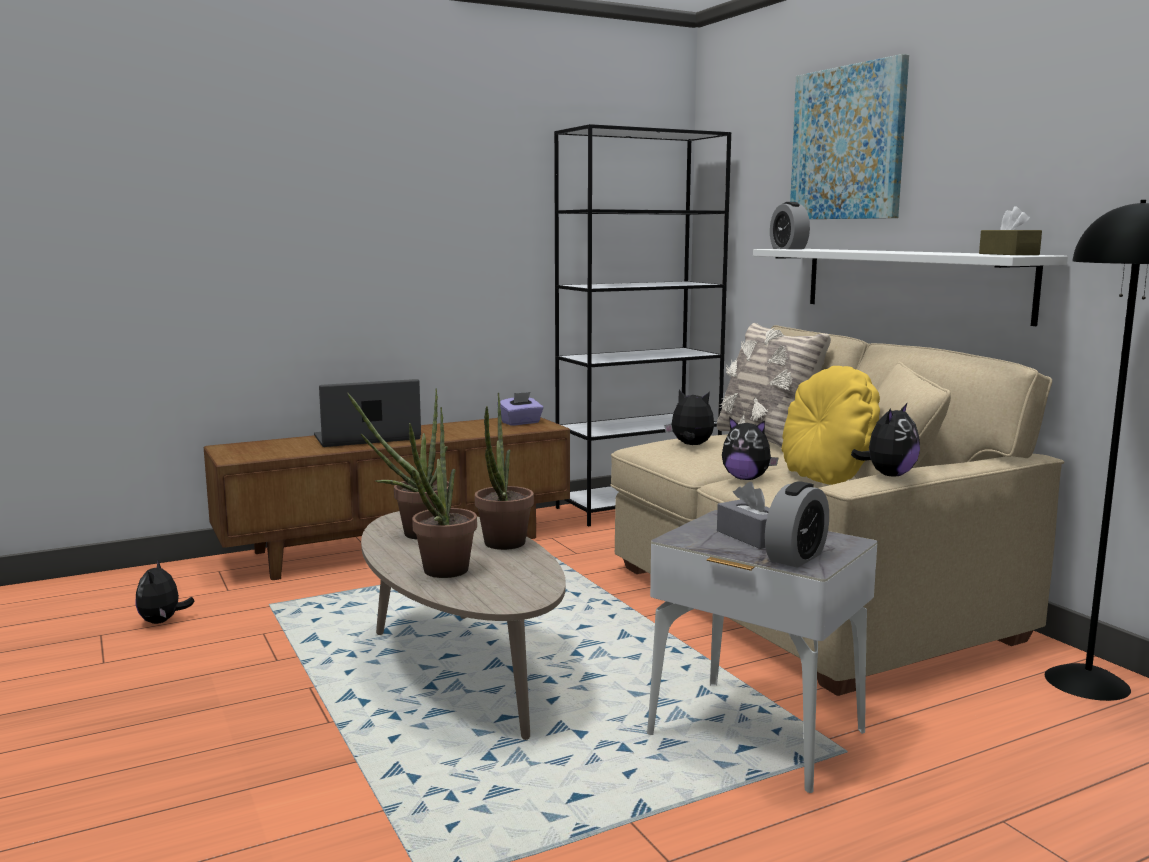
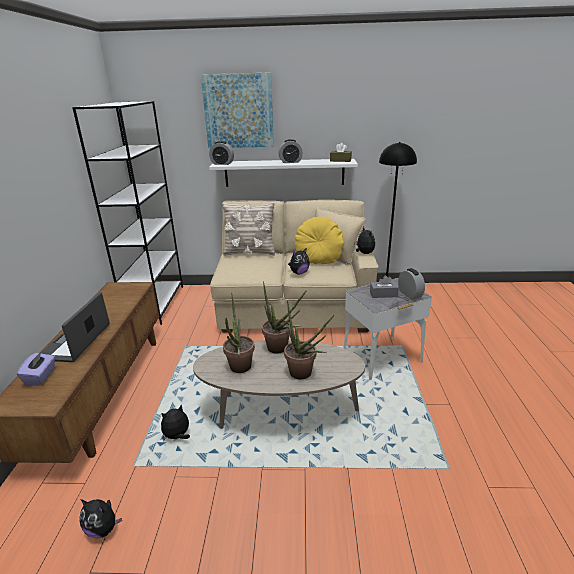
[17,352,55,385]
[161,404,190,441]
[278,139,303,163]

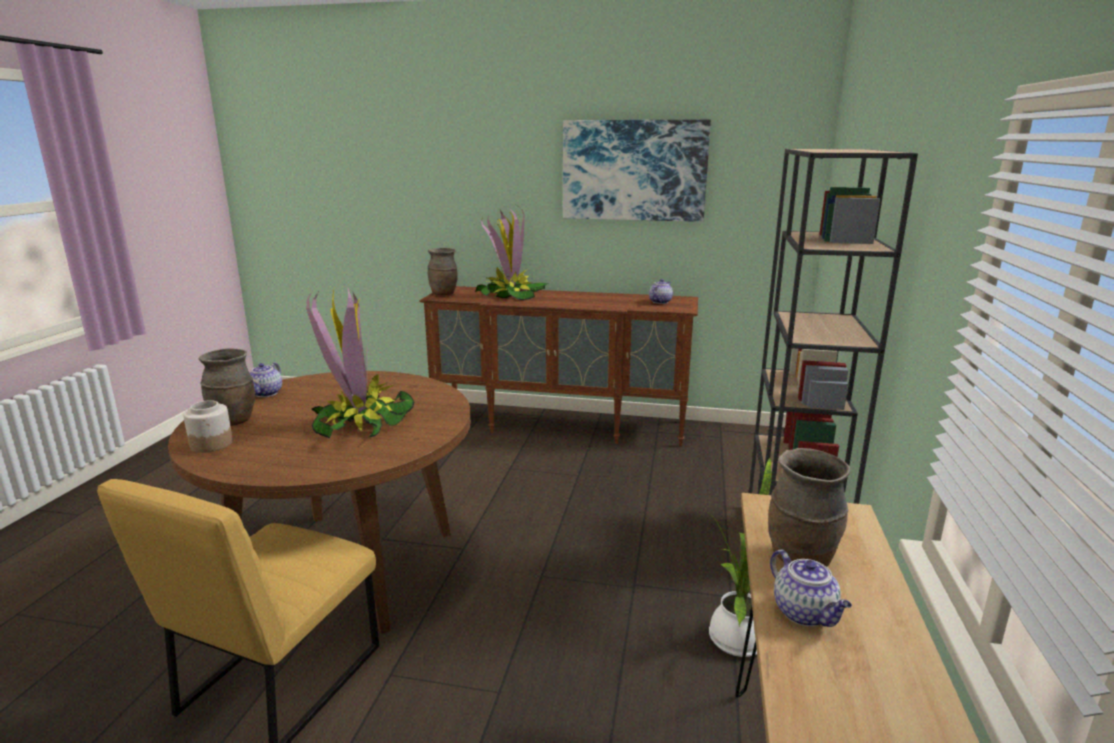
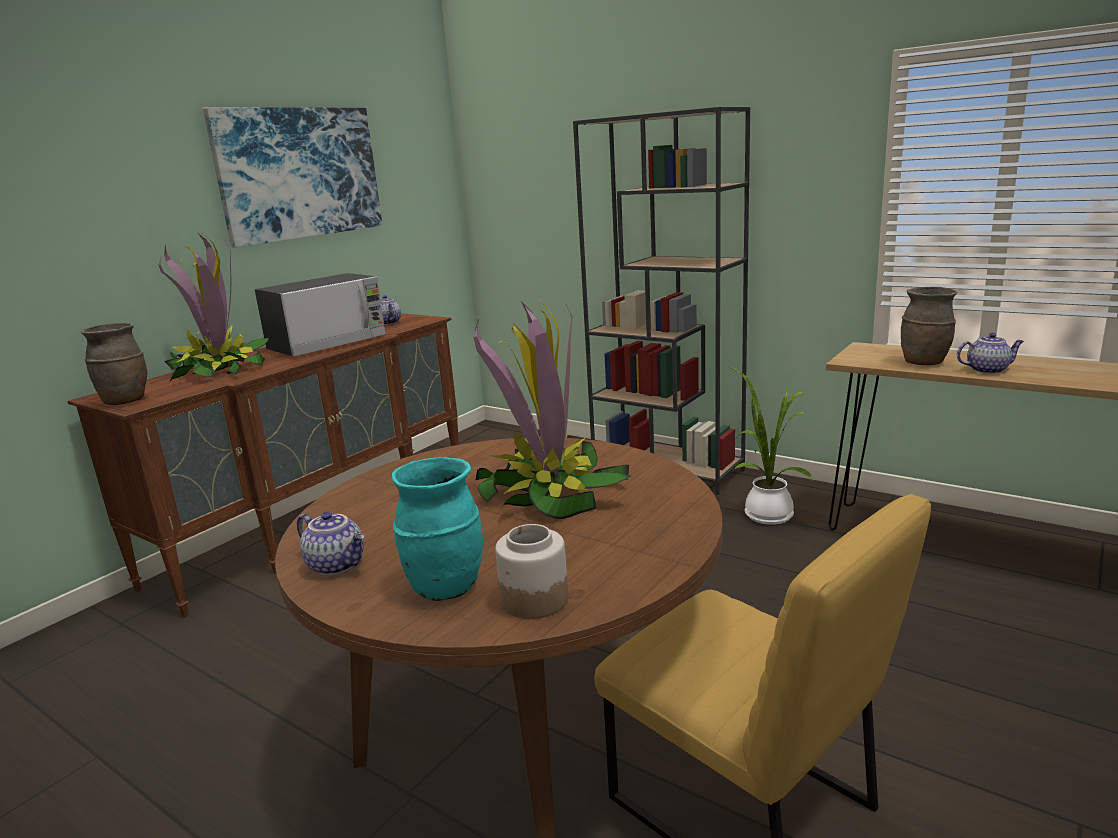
[392,457,483,601]
[255,273,386,357]

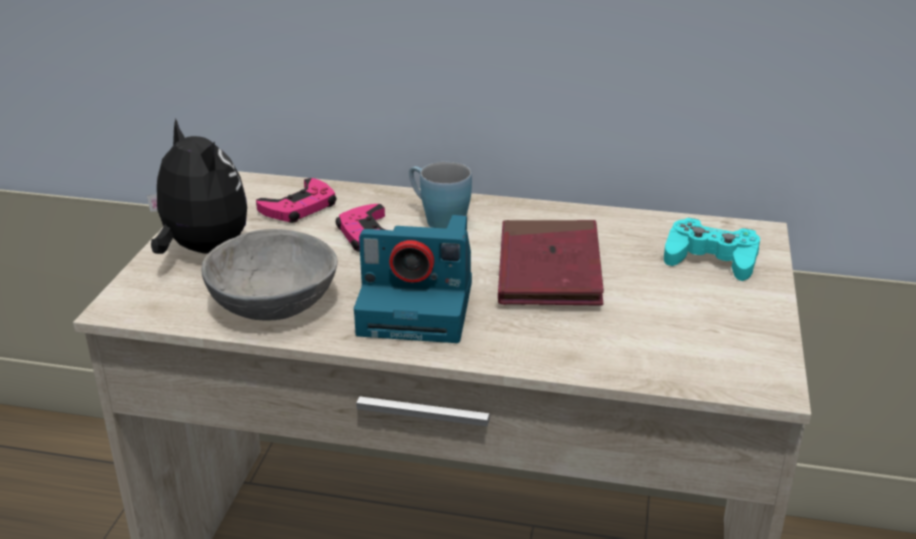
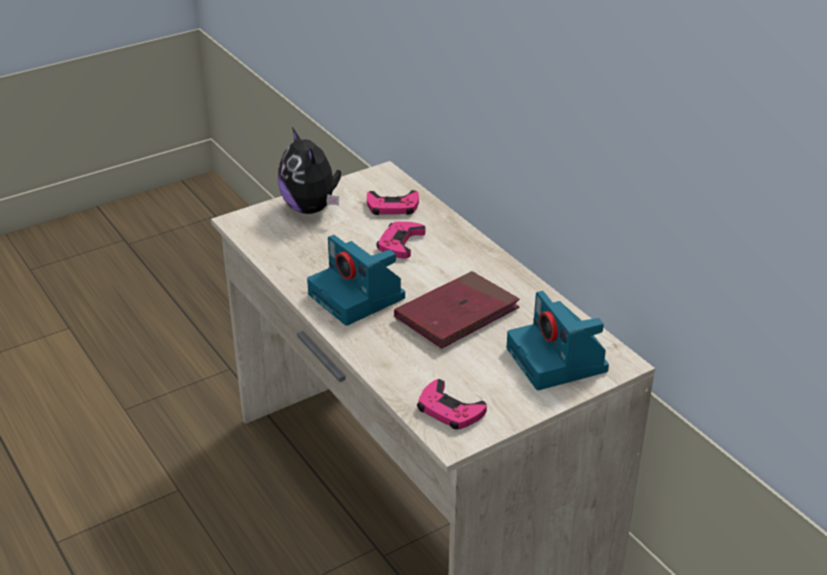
[278,127,341,214]
[201,229,337,321] (first image)
[409,162,472,229] (first image)
[507,291,609,390]
[417,379,487,429]

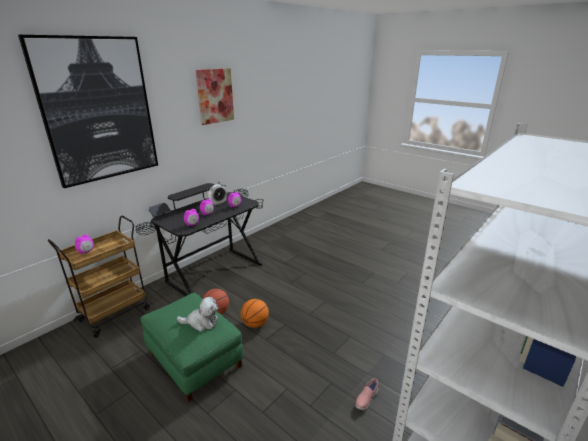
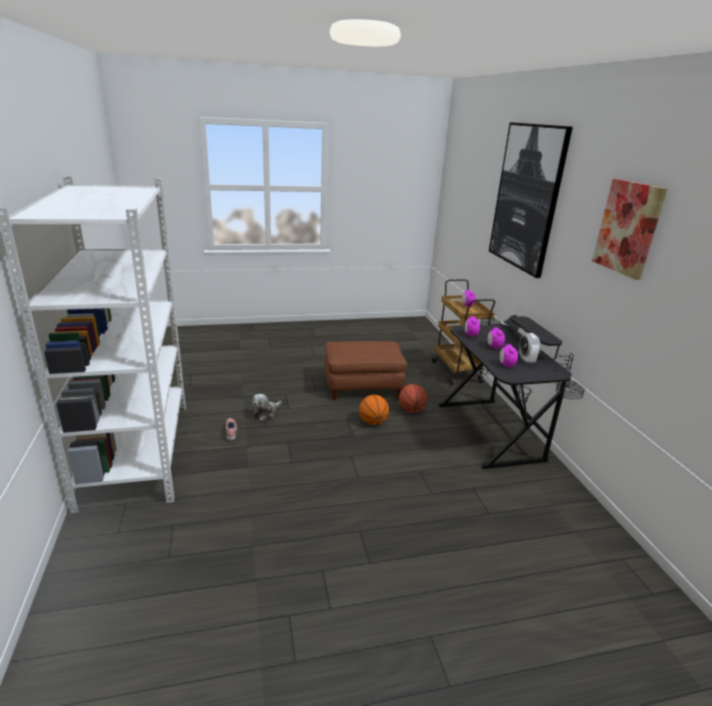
[325,341,407,400]
[252,394,282,421]

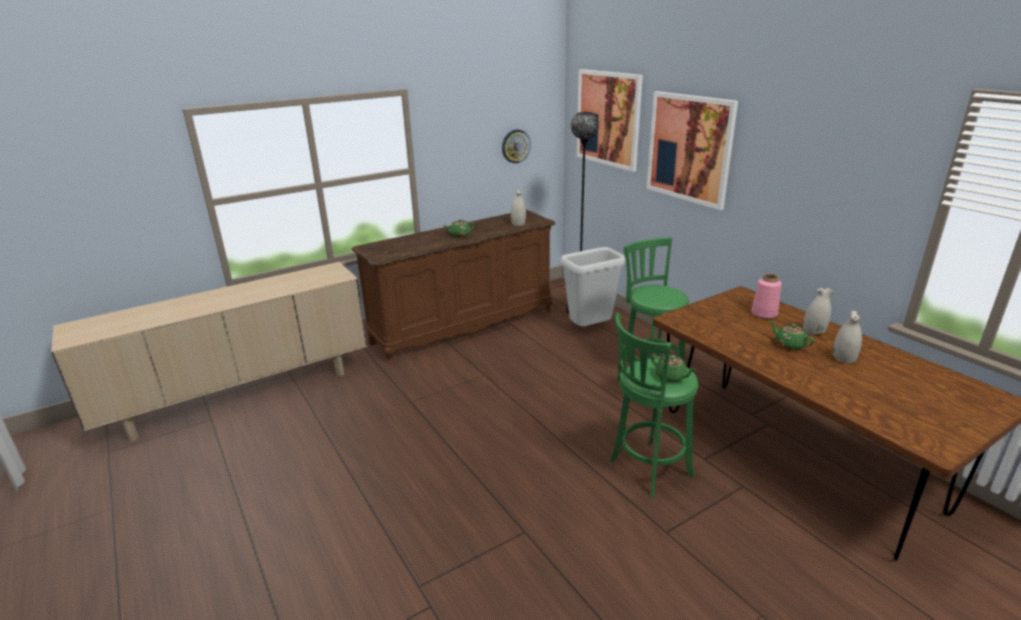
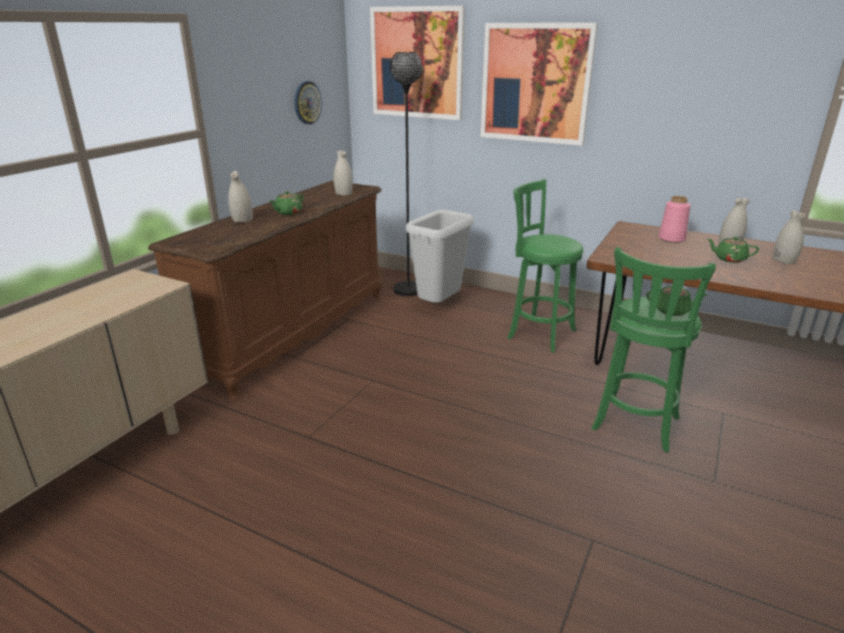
[228,171,253,222]

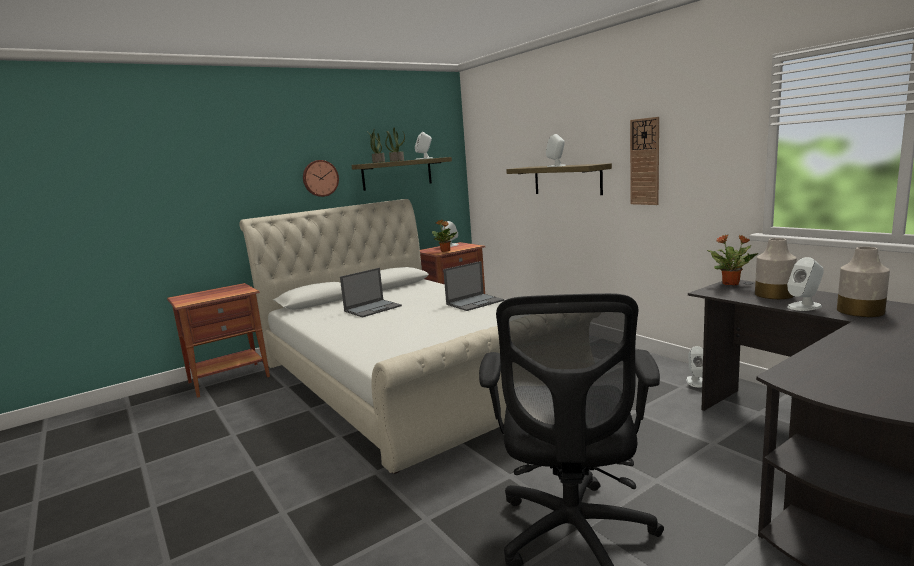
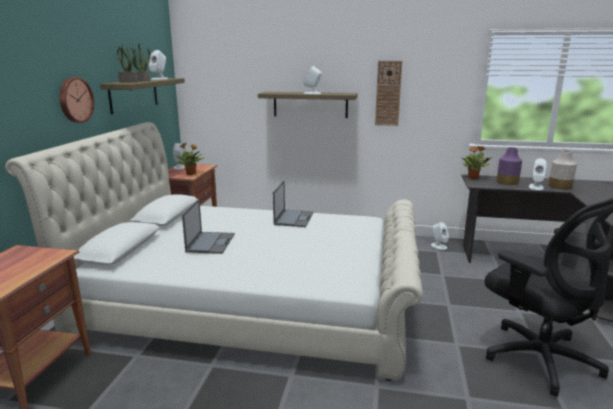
[496,147,522,185]

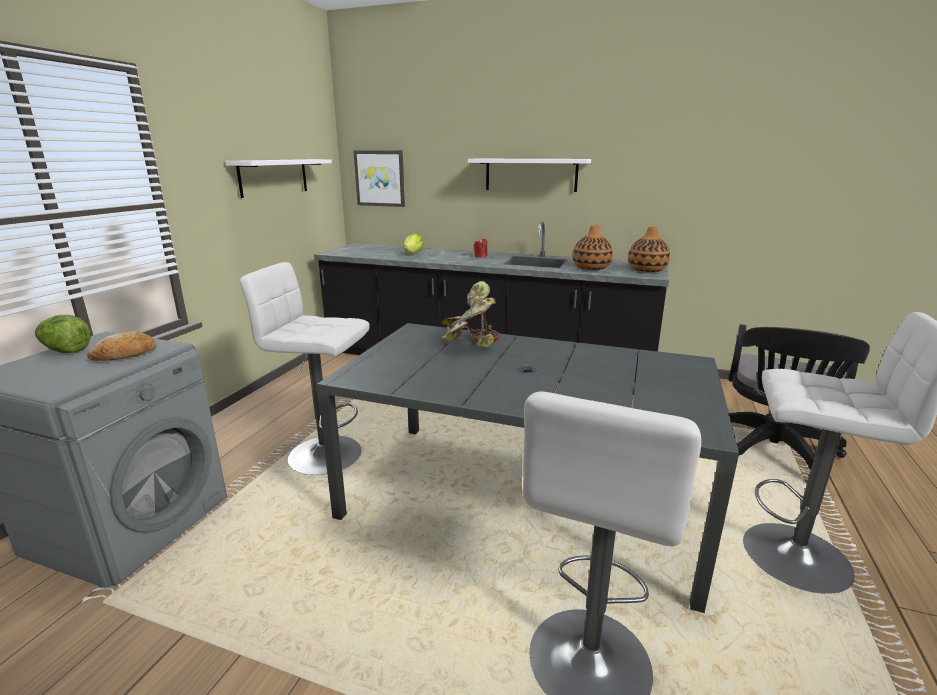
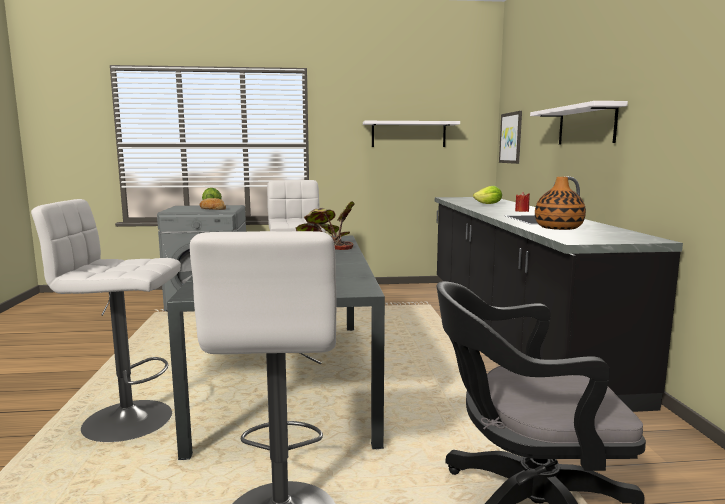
[628,227,670,272] (first image)

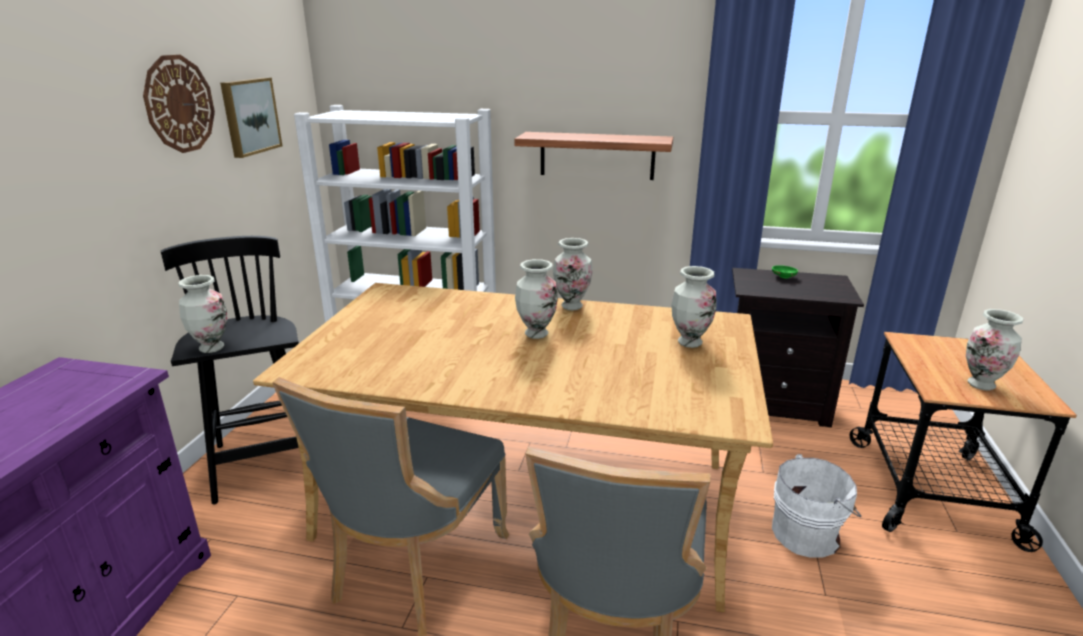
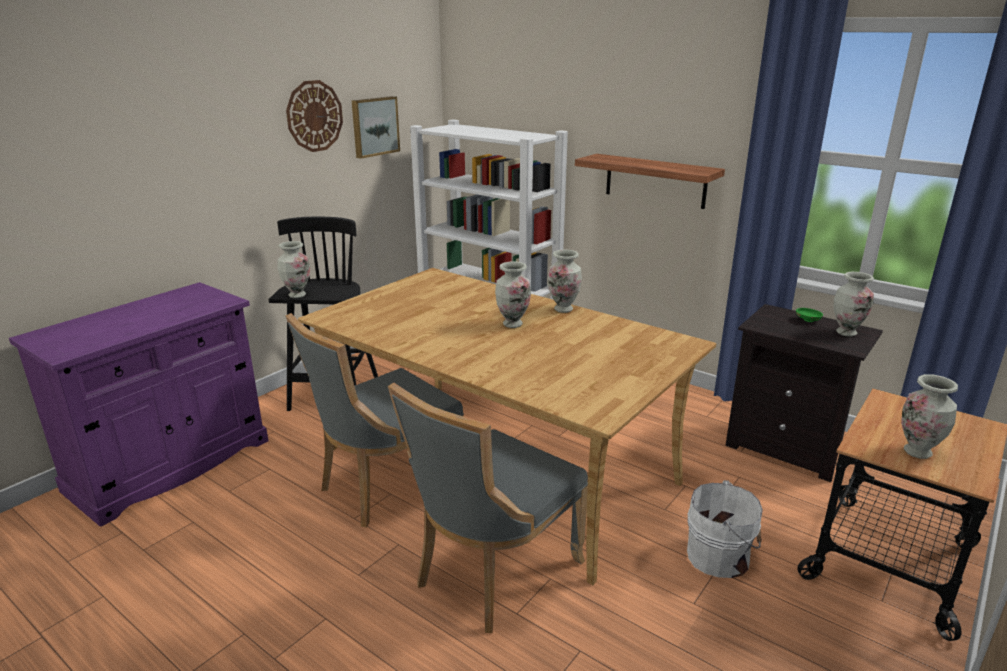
[833,272,874,337]

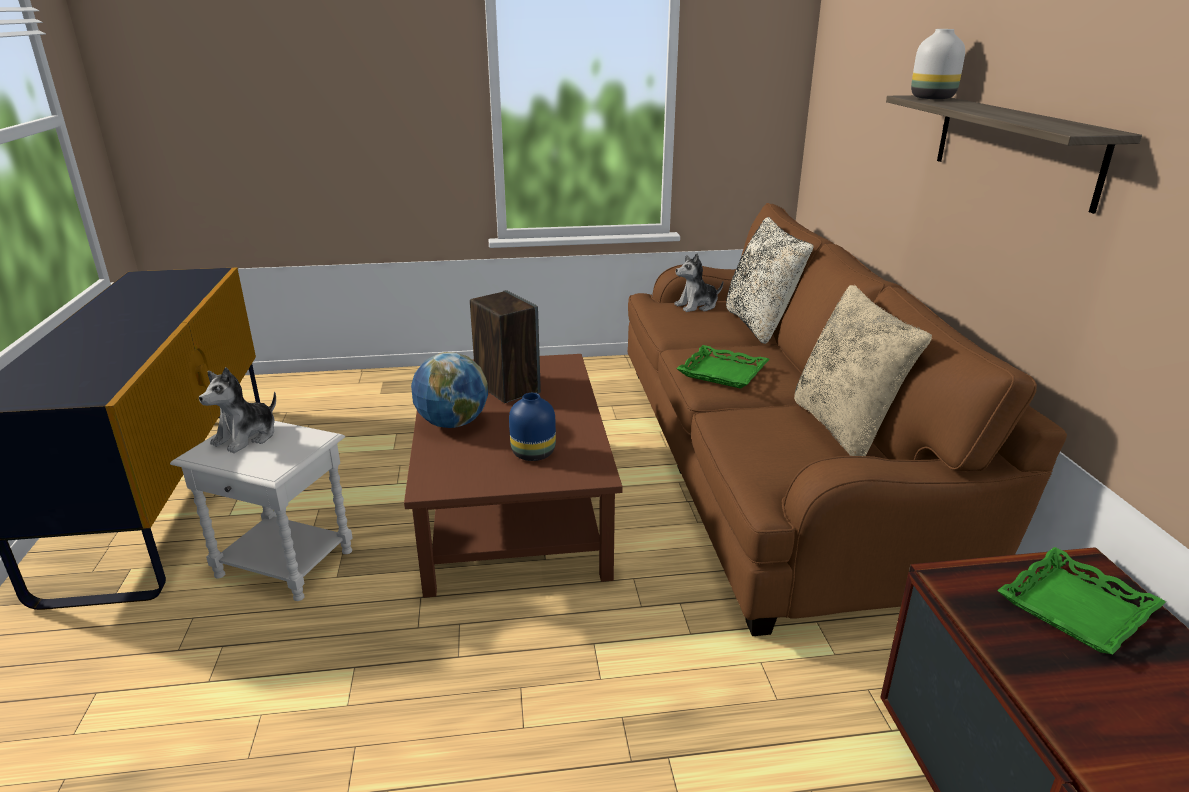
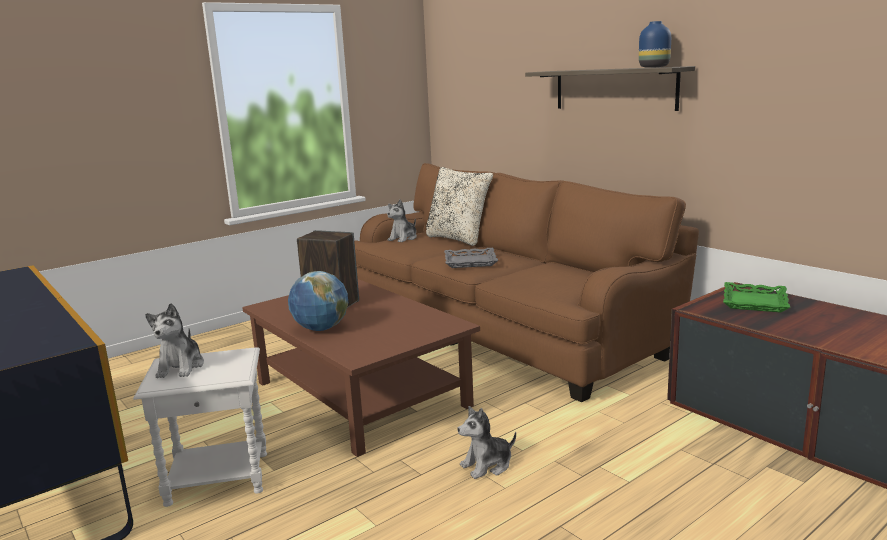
[639,21,671,68]
[444,248,498,268]
[794,284,933,456] (first image)
[911,29,965,99] (first image)
[457,406,516,479]

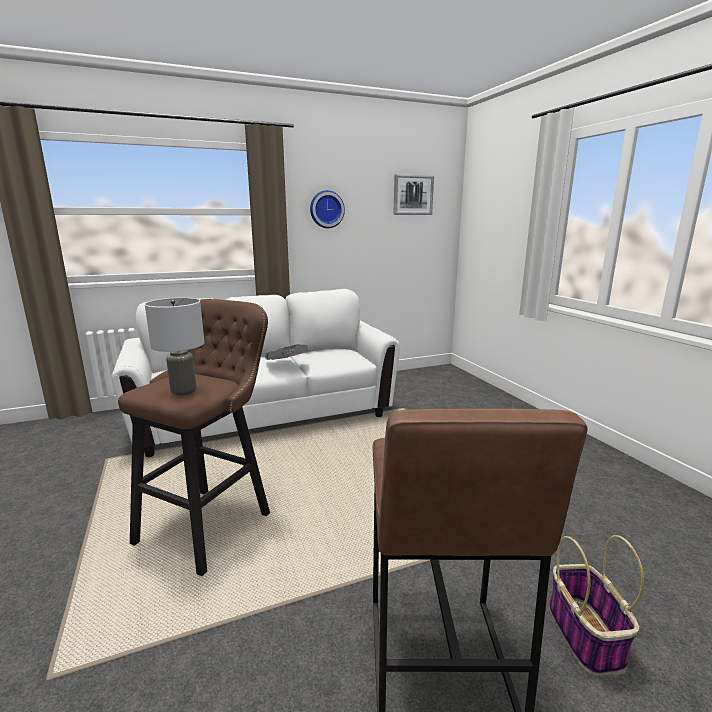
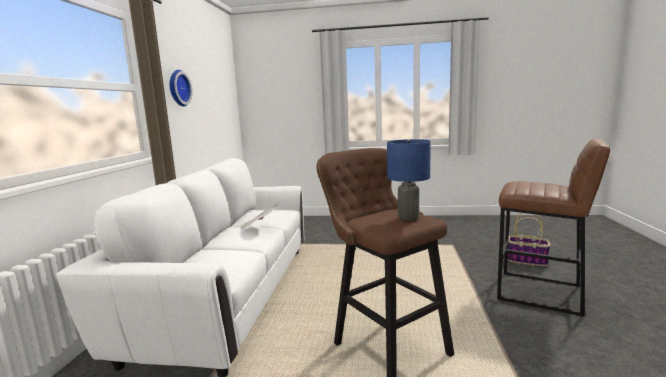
[387,139,431,221]
[393,174,434,215] (first image)

